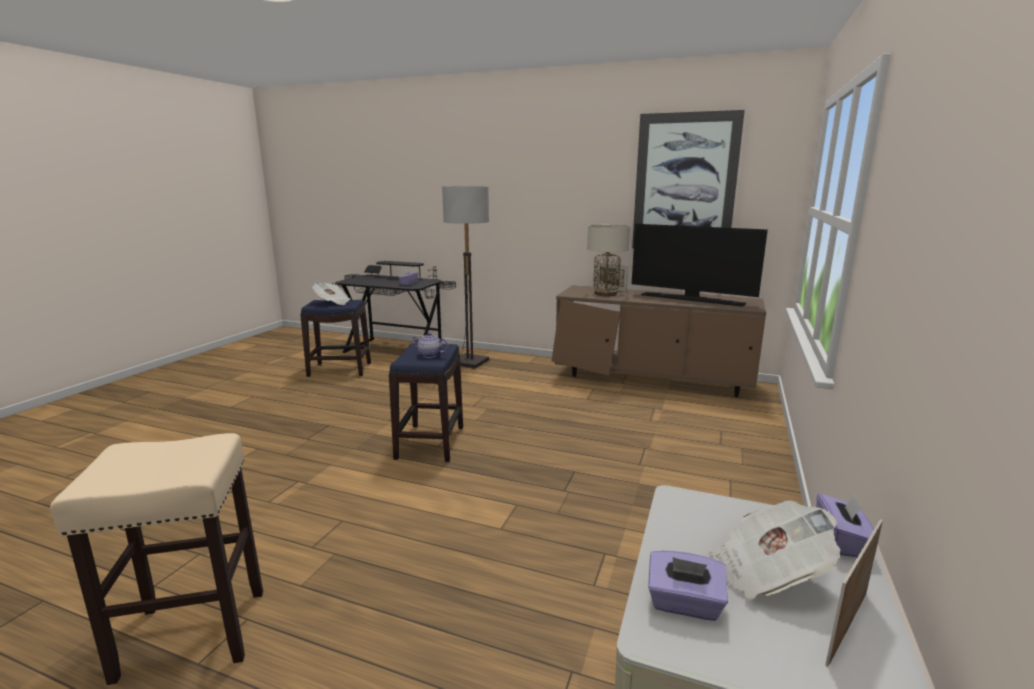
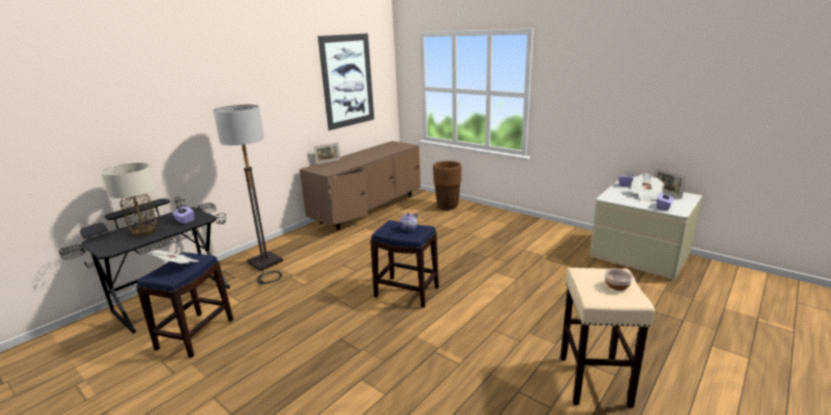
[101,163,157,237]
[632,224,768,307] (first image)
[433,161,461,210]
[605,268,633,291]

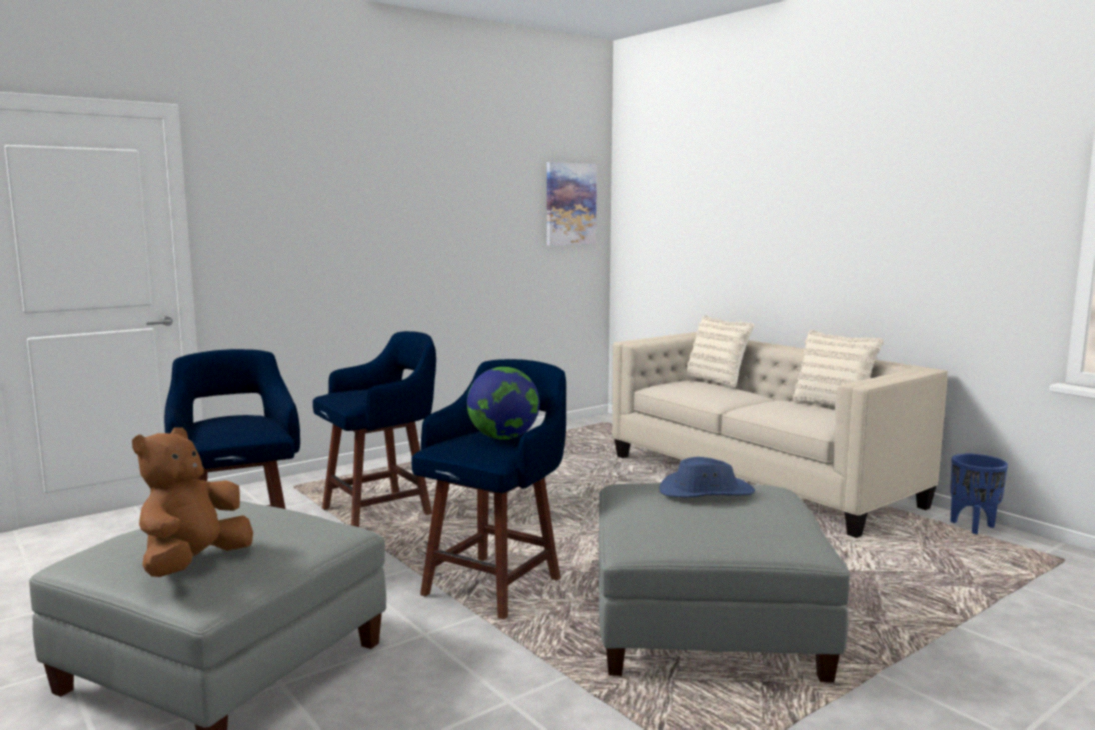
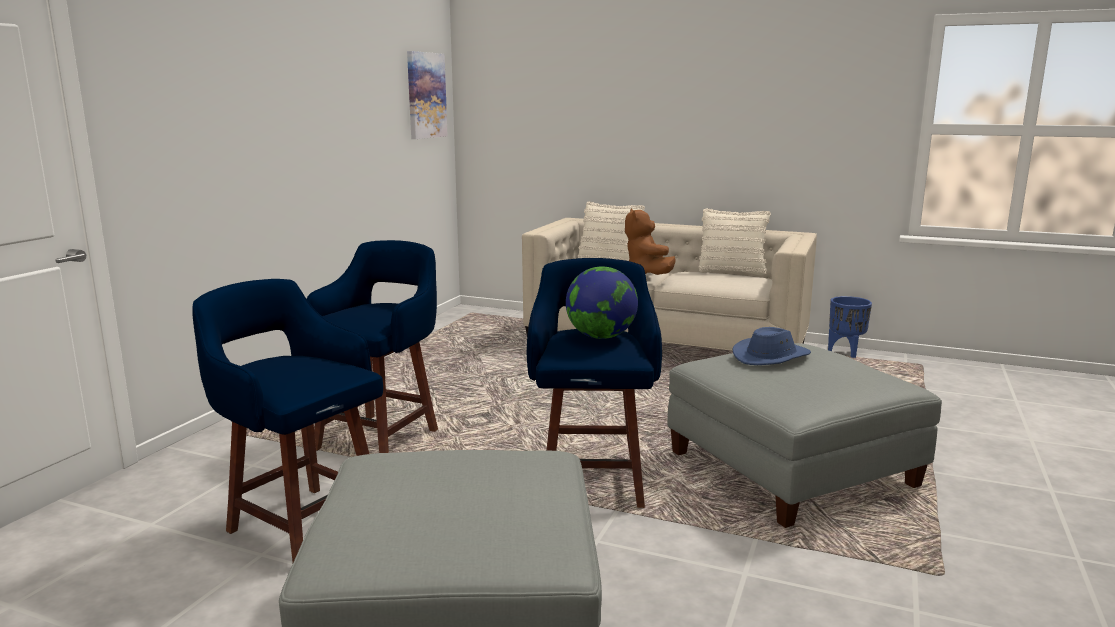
[625,209,675,275]

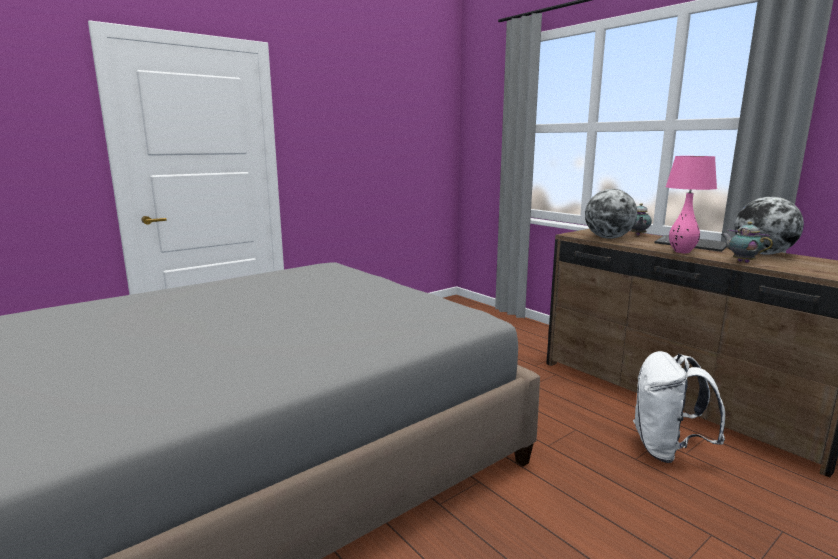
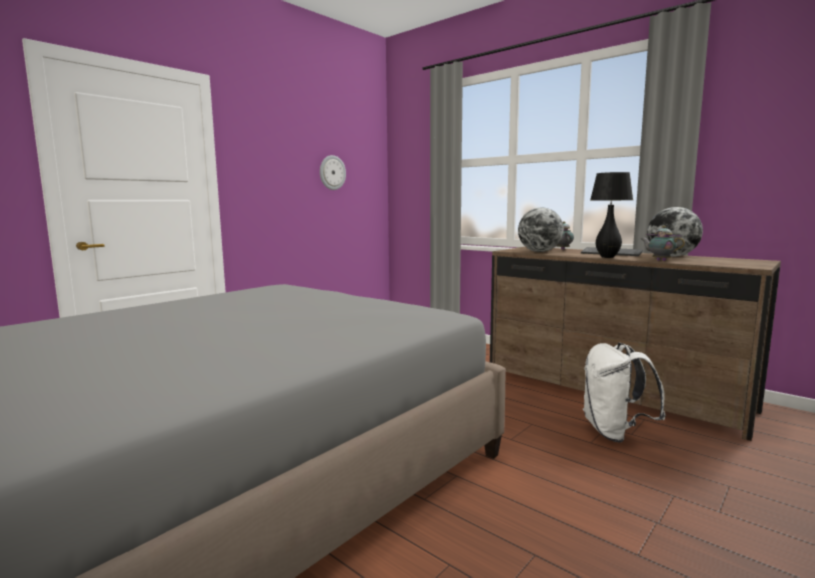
[590,172,633,258]
[320,155,346,190]

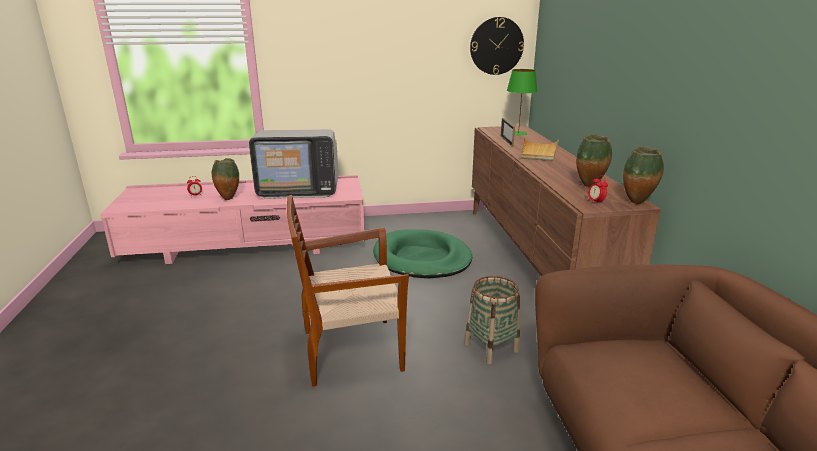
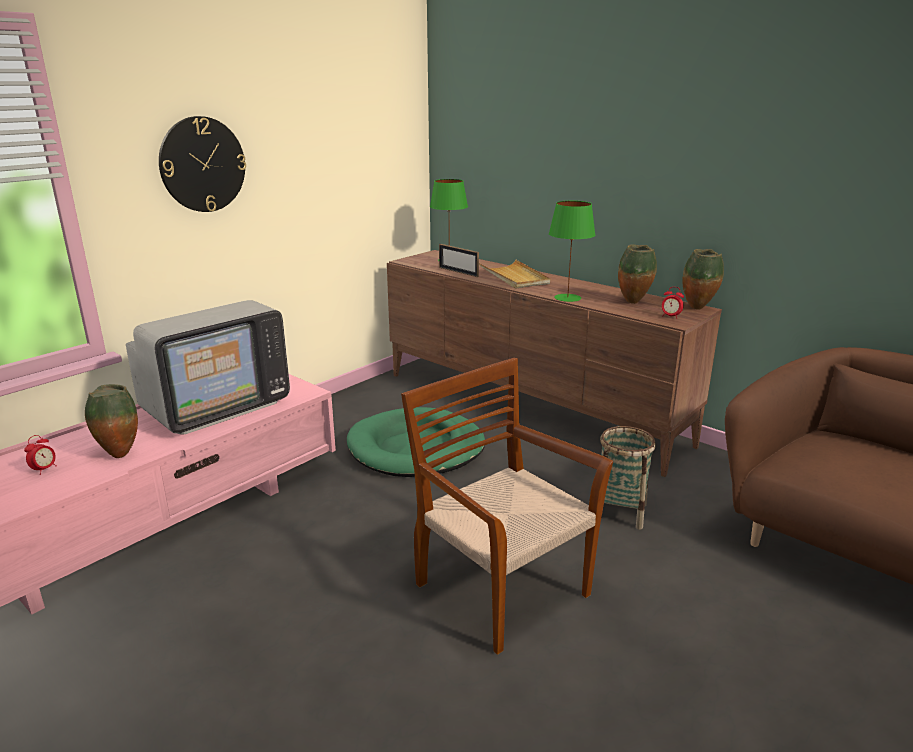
[401,358,613,655]
[159,116,246,212]
[549,201,596,302]

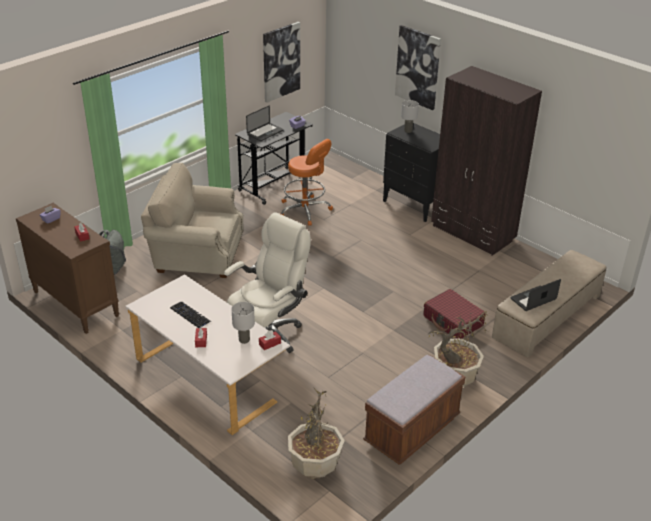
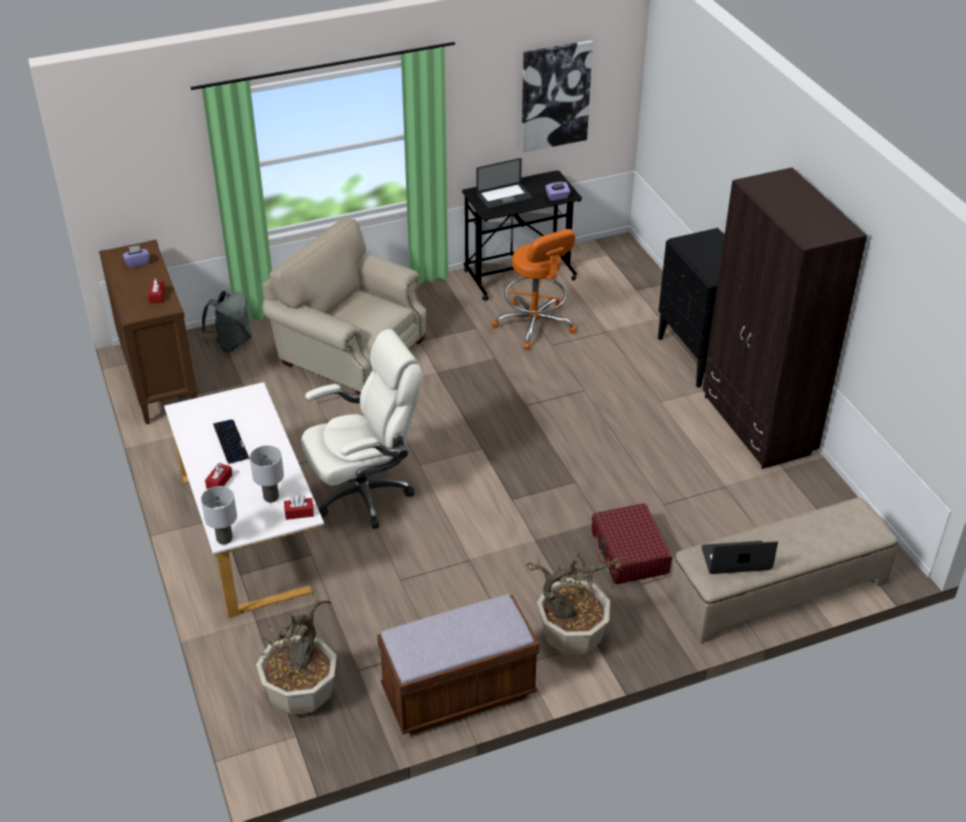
[395,25,441,110] (first image)
[201,486,237,545]

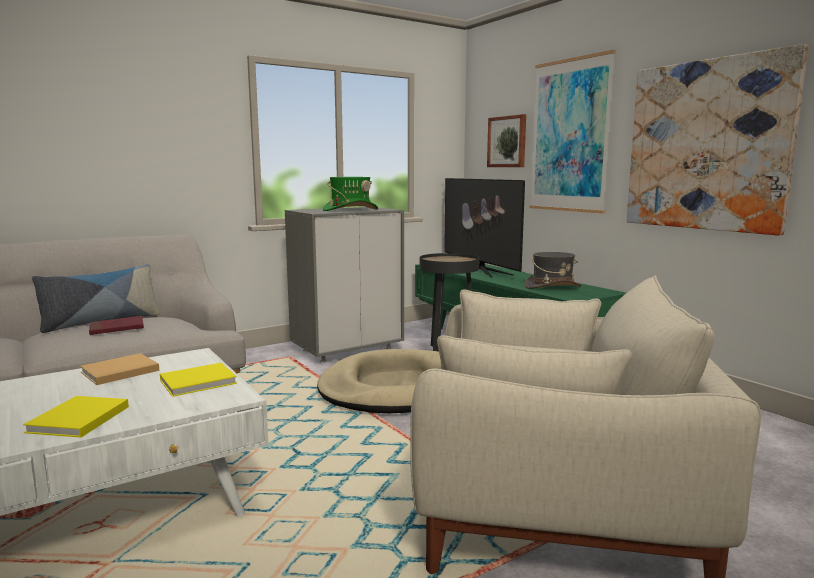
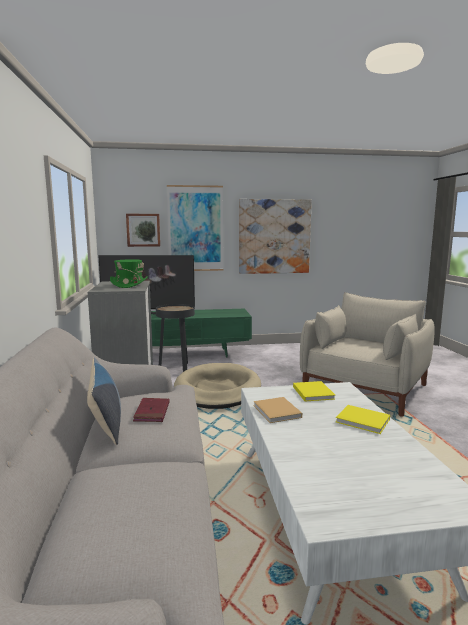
[524,252,581,289] (first image)

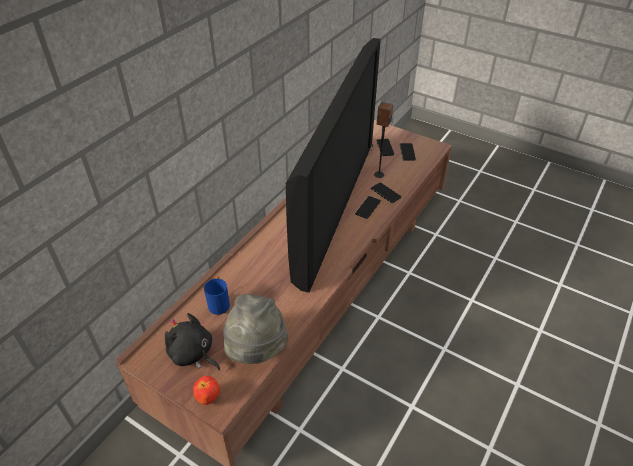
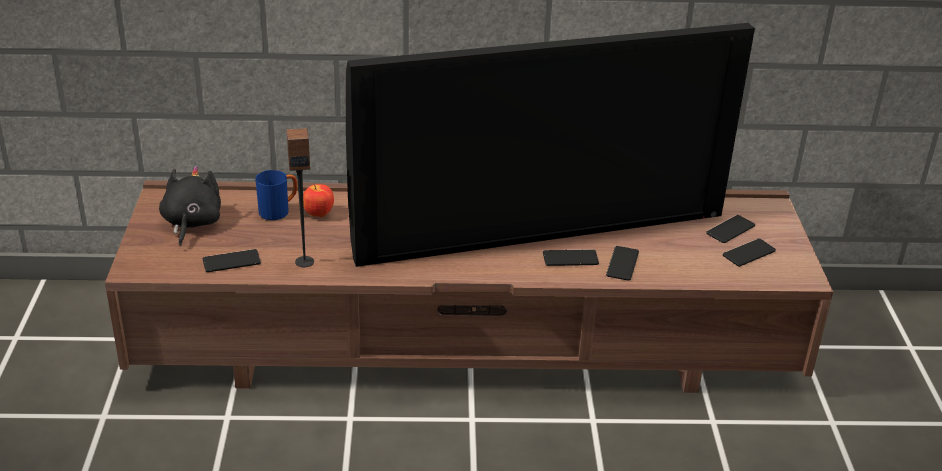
[303,184,334,217]
[203,249,261,272]
[287,128,314,267]

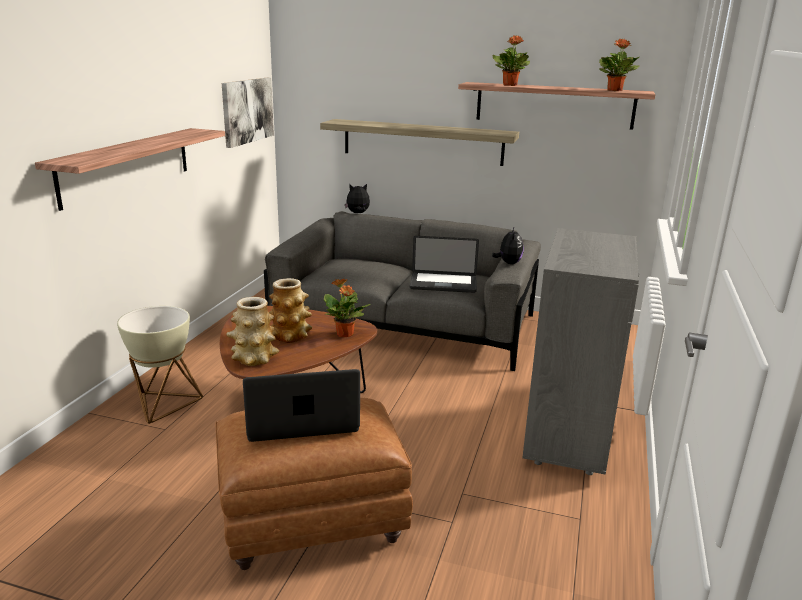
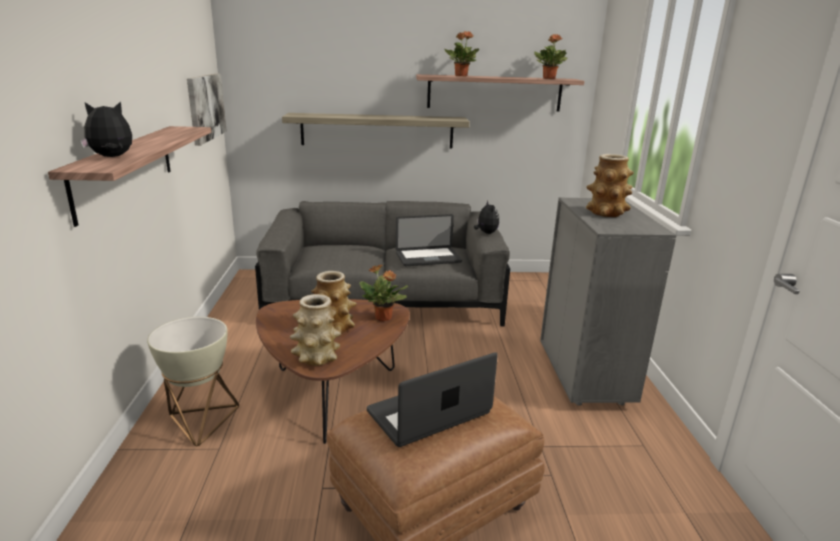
[80,102,132,157]
[586,154,634,217]

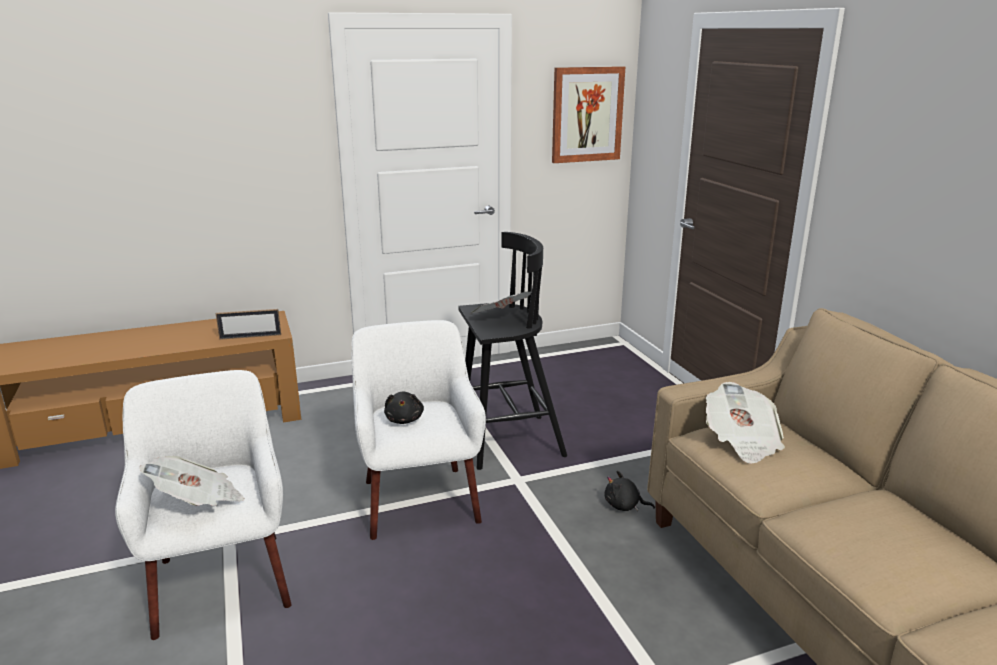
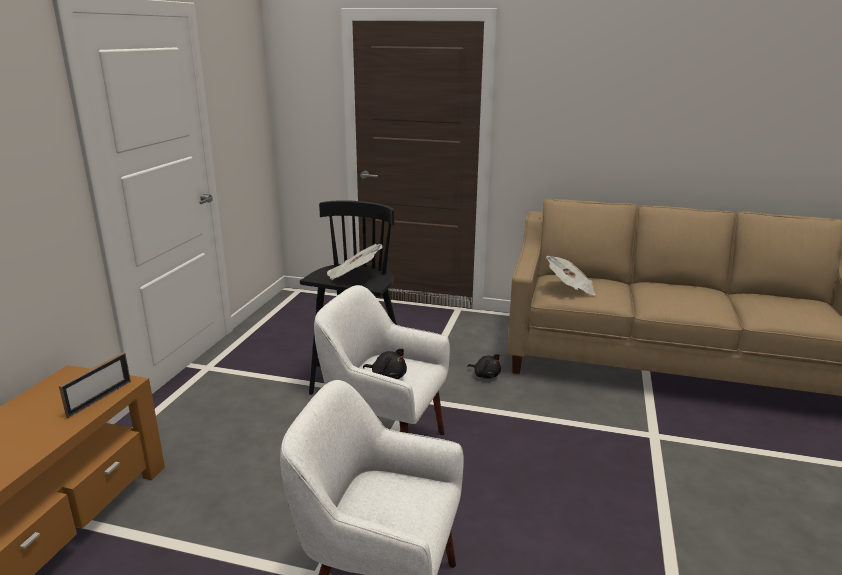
[140,456,245,506] (first image)
[552,66,625,163] (first image)
[467,354,501,379]

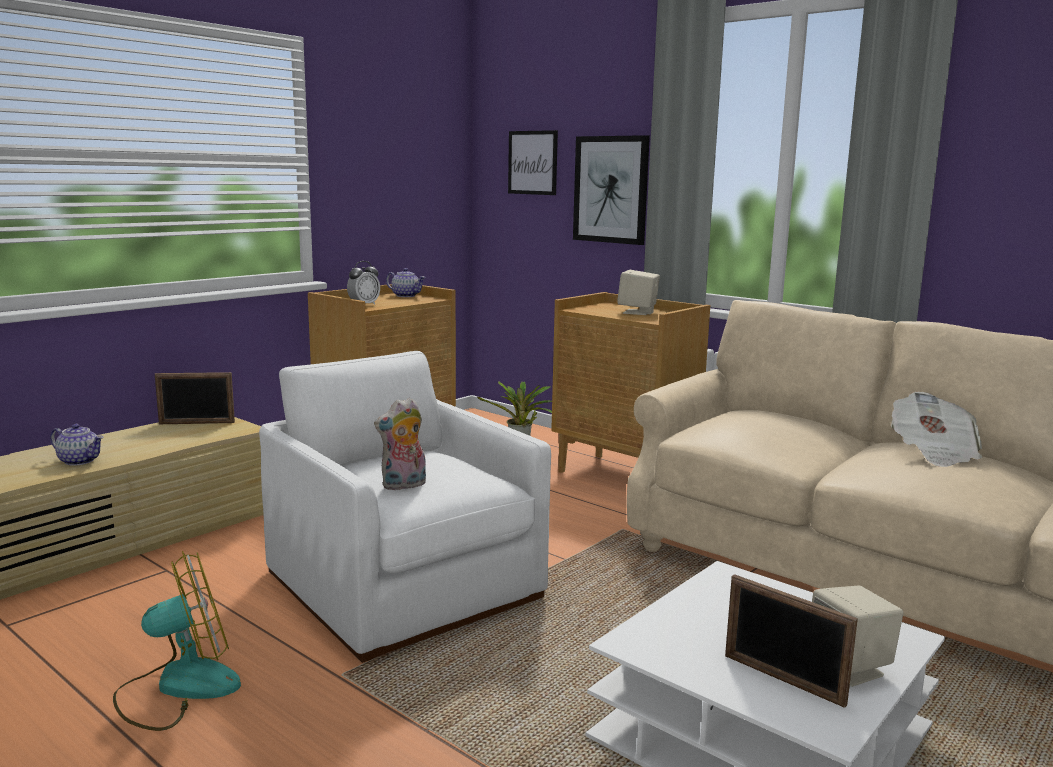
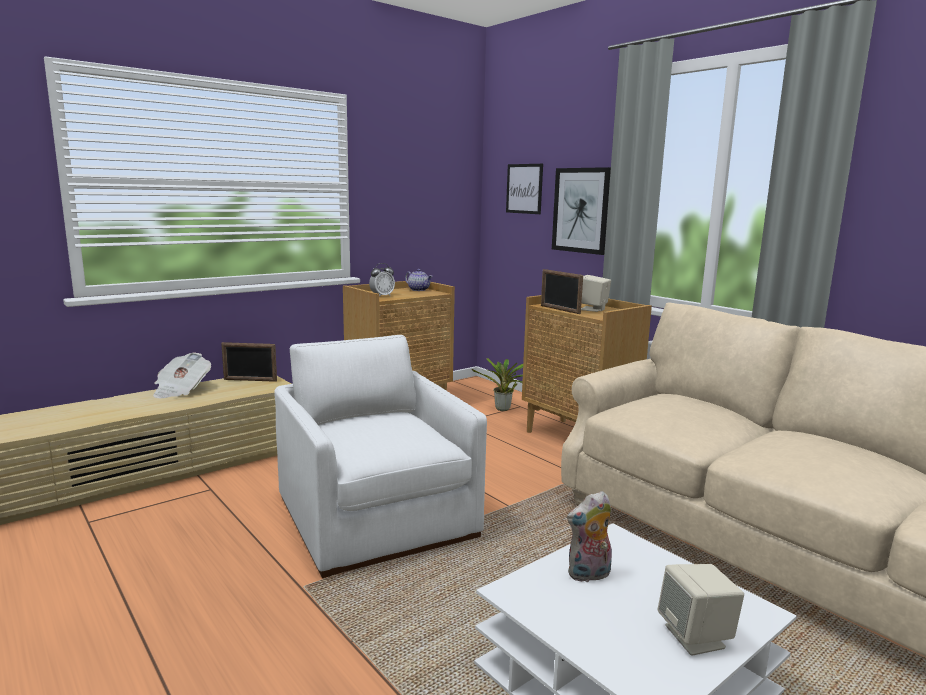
[50,424,104,466] (first image)
[113,551,241,731] (first image)
[567,491,614,583]
[541,269,583,314]
[153,353,211,398]

